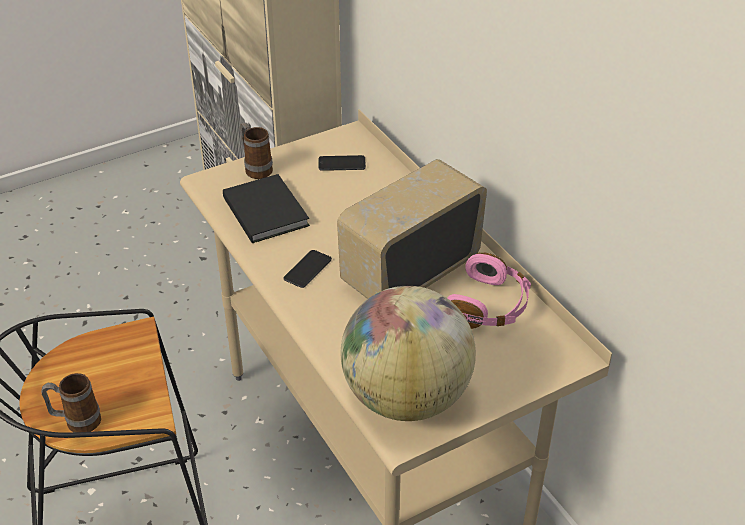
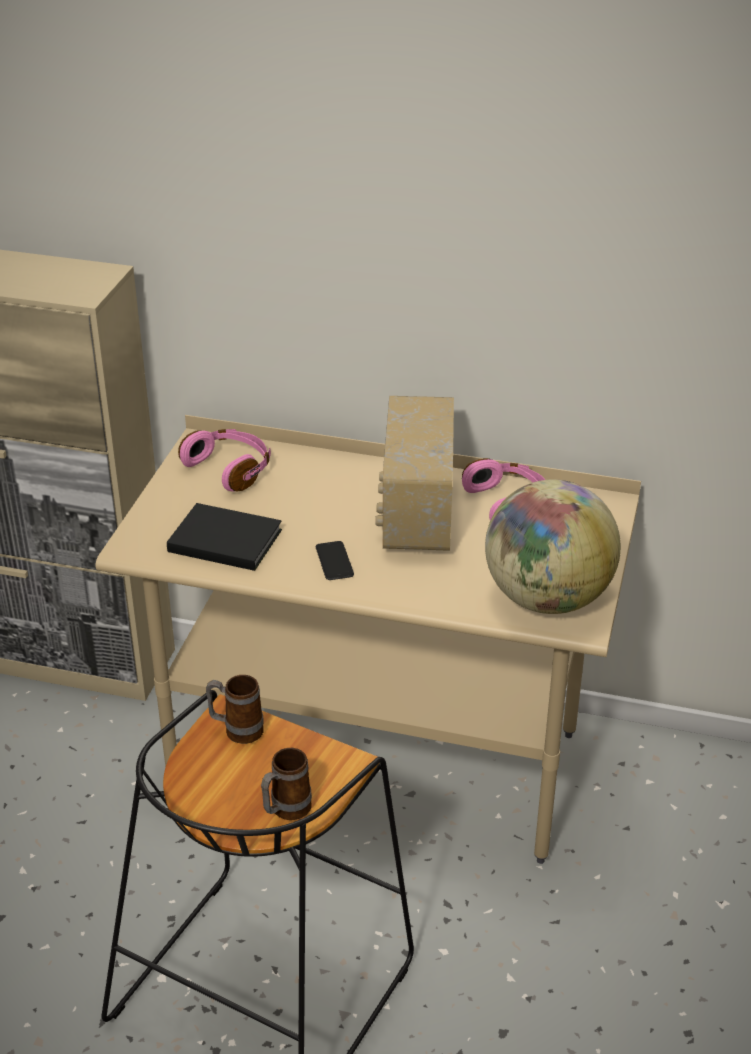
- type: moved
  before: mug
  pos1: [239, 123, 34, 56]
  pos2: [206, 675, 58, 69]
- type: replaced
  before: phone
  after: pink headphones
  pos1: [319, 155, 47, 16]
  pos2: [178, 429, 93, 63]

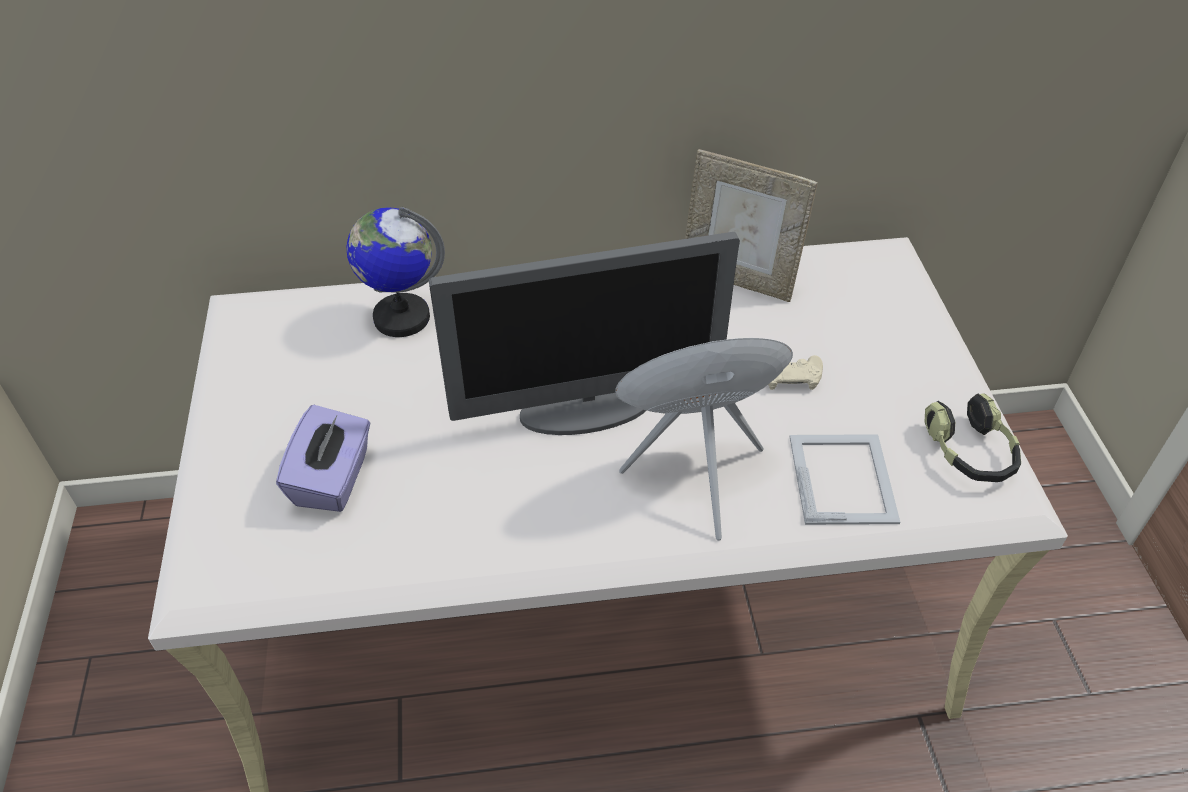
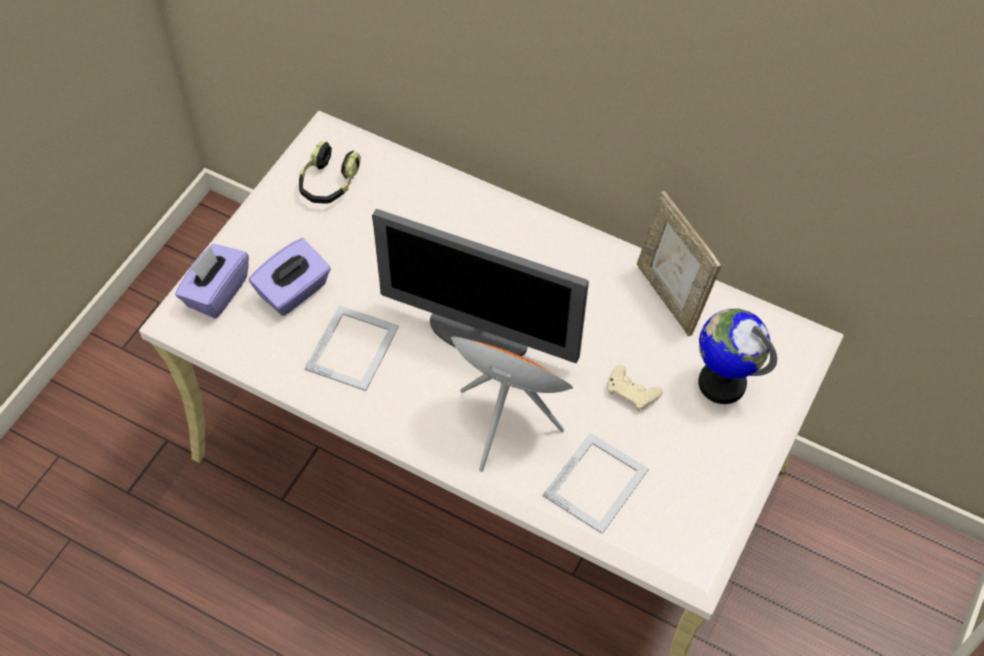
- type: moved
  before: globe
  pos1: [347, 207, 98, 130]
  pos2: [698, 308, 79, 96]
- type: moved
  before: headphones
  pos1: [925, 393, 96, 89]
  pos2: [299, 141, 62, 63]
- type: added
  after: purple tissue box
  pos2: [175, 244, 74, 75]
- type: added
  after: picture frame
  pos2: [304, 305, 95, 86]

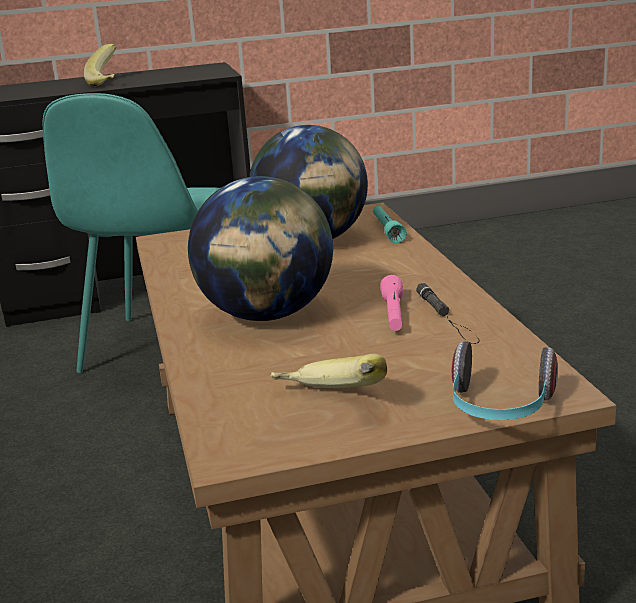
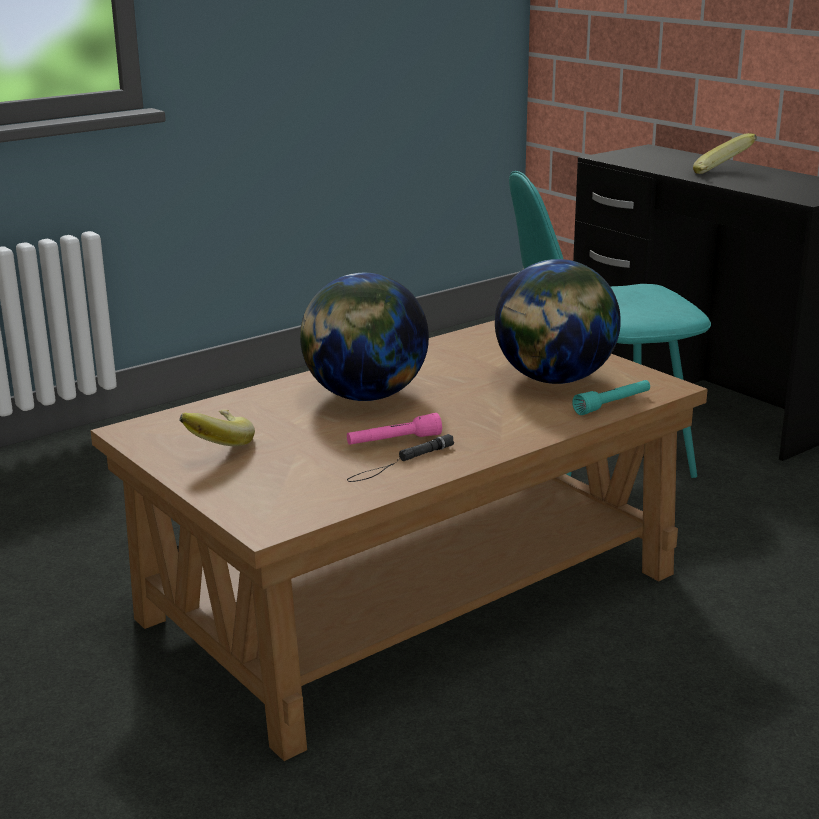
- type: removed
  before: headphones
  pos1: [452, 341, 106, 79]

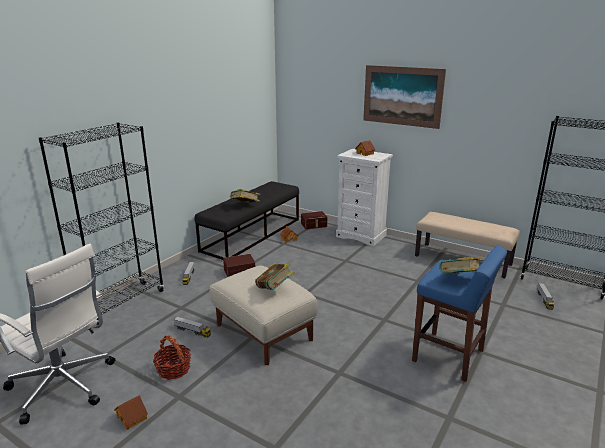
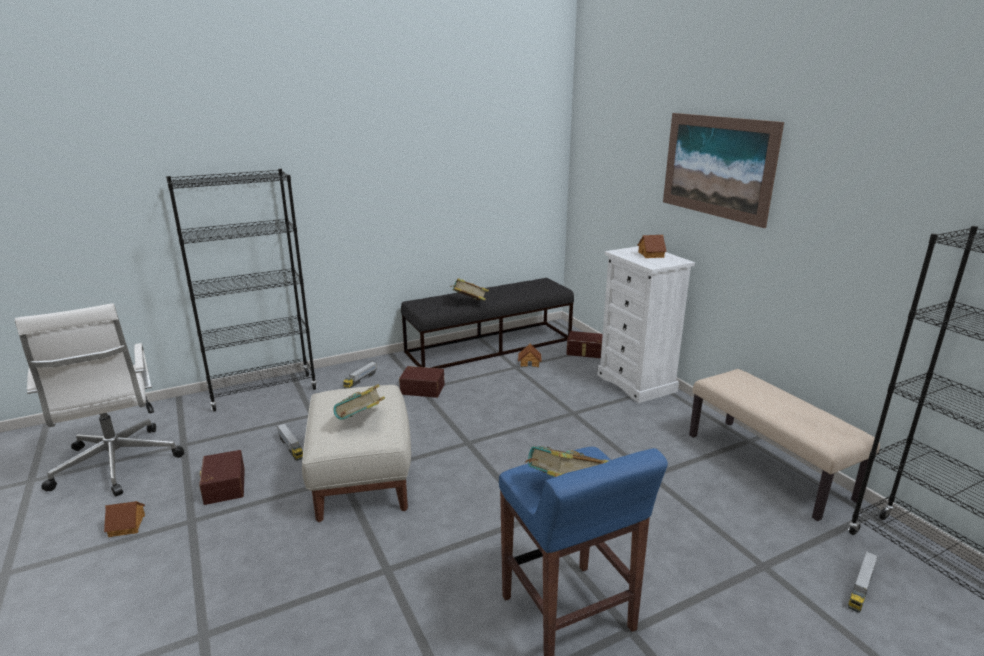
- type: replaced
  before: basket
  after: brown storage box
  pos1: [153, 335, 38, 45]
  pos2: [199, 450, 46, 55]

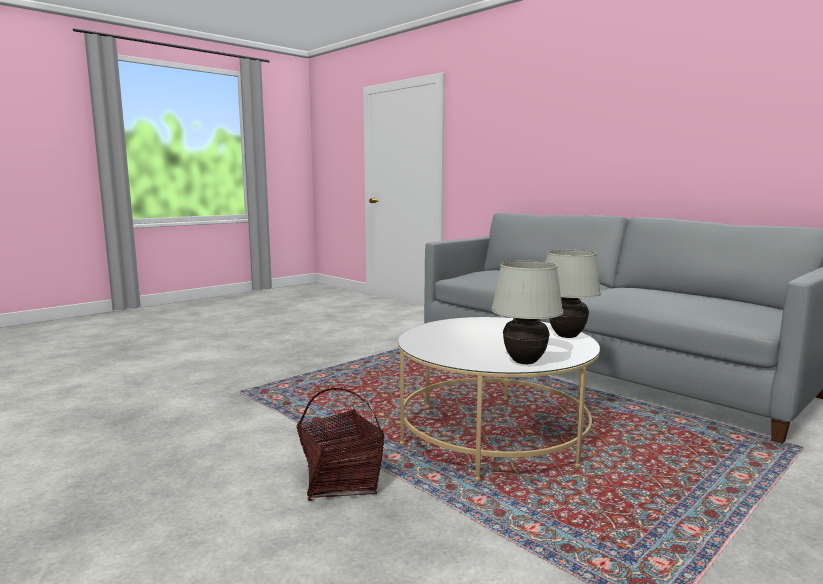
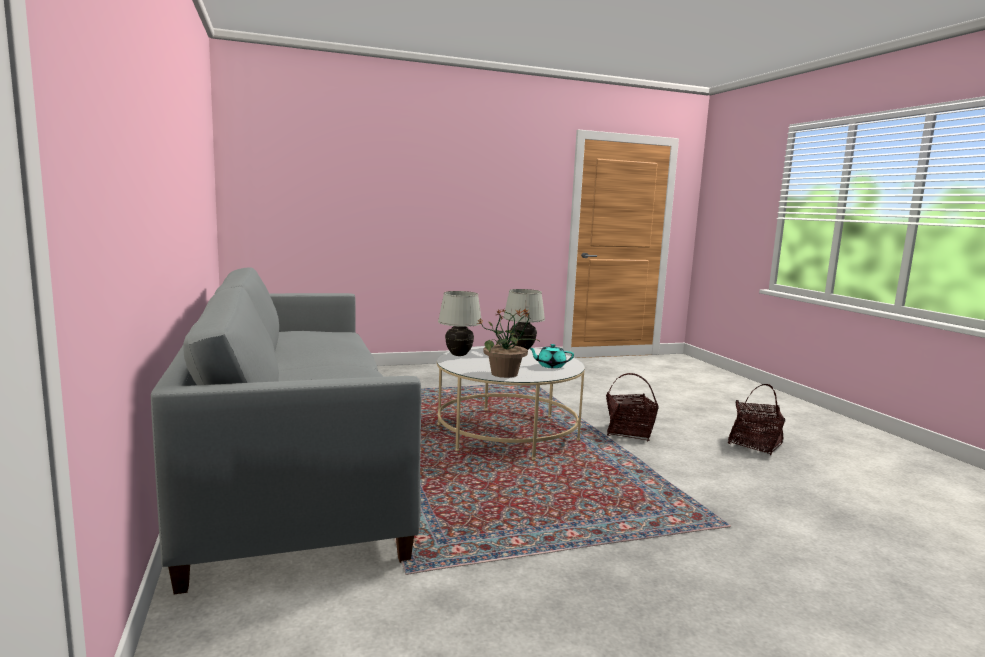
- type: added
  after: potted plant
  pos2: [477, 307, 62, 71]
- type: added
  after: turquoise teapot
  pos2: [529, 344, 45, 24]
- type: added
  after: basket
  pos2: [728, 384, 57, 71]

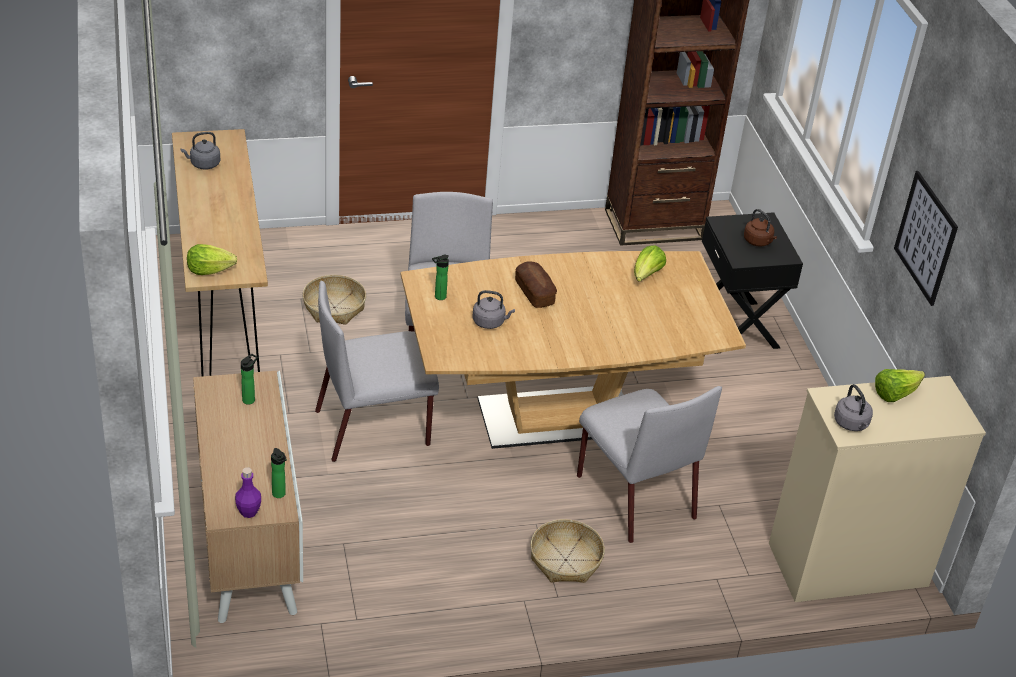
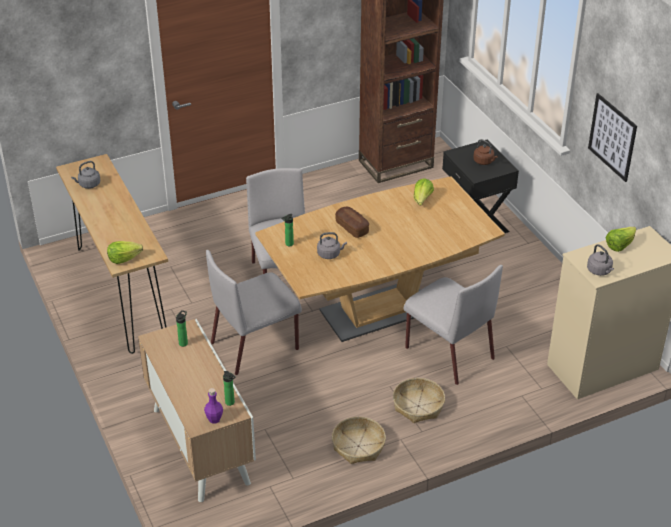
- type: moved
  before: basket
  pos1: [302, 275, 64, 50]
  pos2: [332, 417, 54, 47]

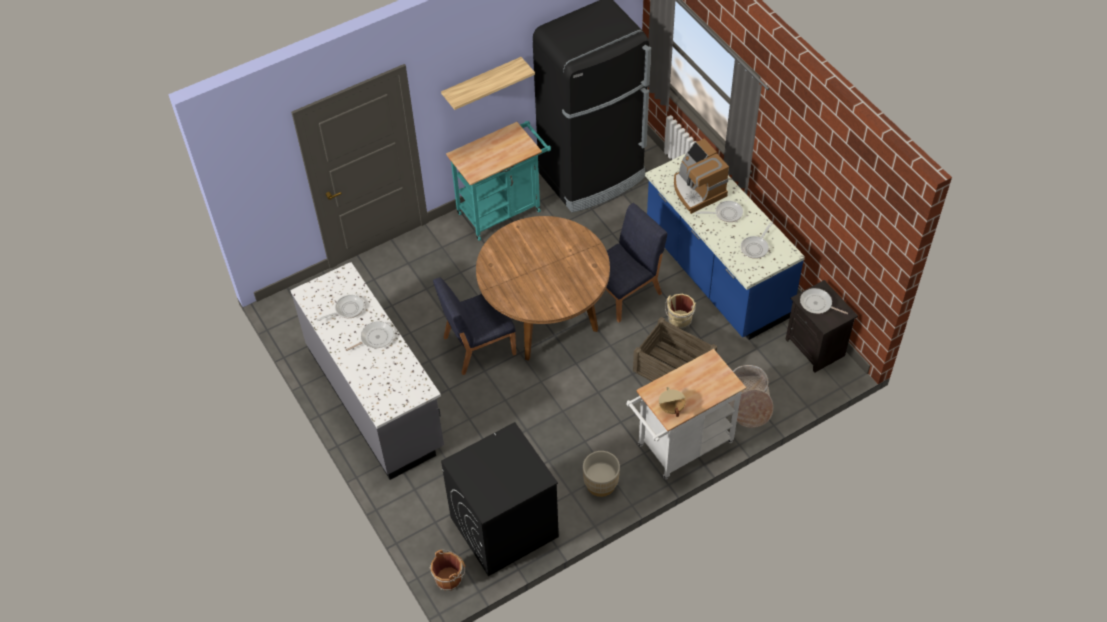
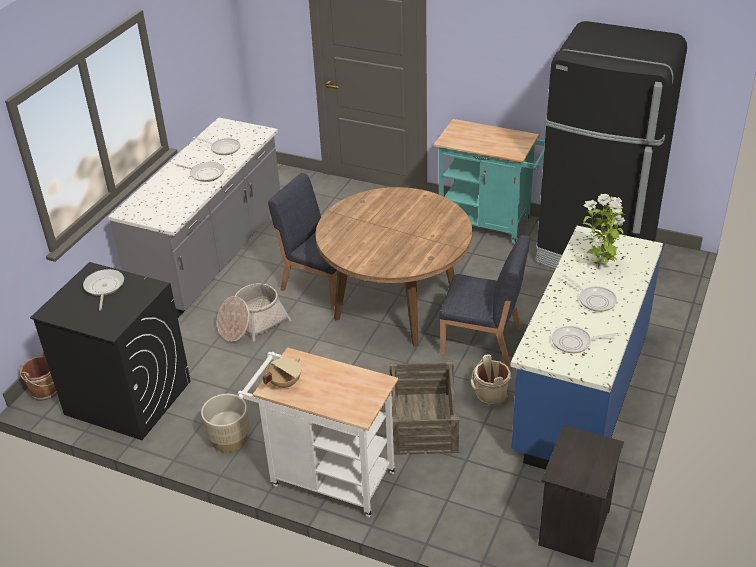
- type: removed
  before: shelf
  pos1: [441, 57, 94, 53]
- type: replaced
  before: coffee machine
  after: potted plant
  pos1: [674, 138, 55, 76]
  pos2: [582, 194, 43, 74]
- type: moved
  before: frying pan
  pos1: [800, 288, 48, 26]
  pos2: [83, 269, 41, 42]
- type: moved
  before: basket
  pos1: [729, 365, 44, 63]
  pos2: [217, 283, 75, 59]

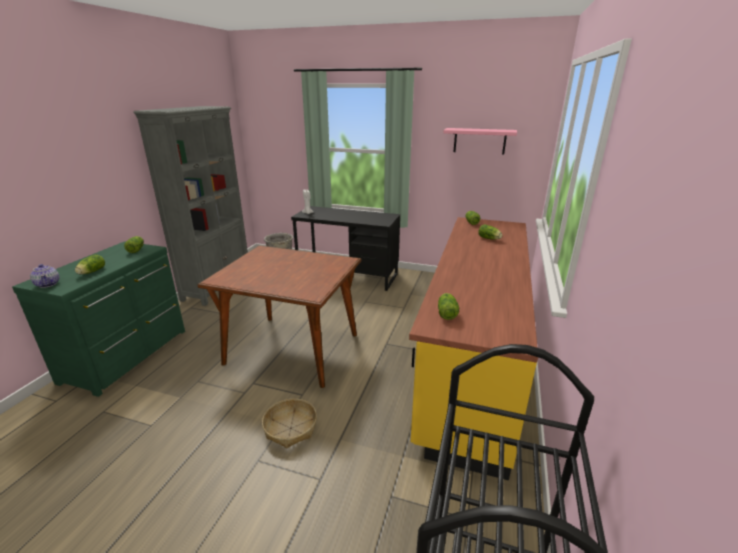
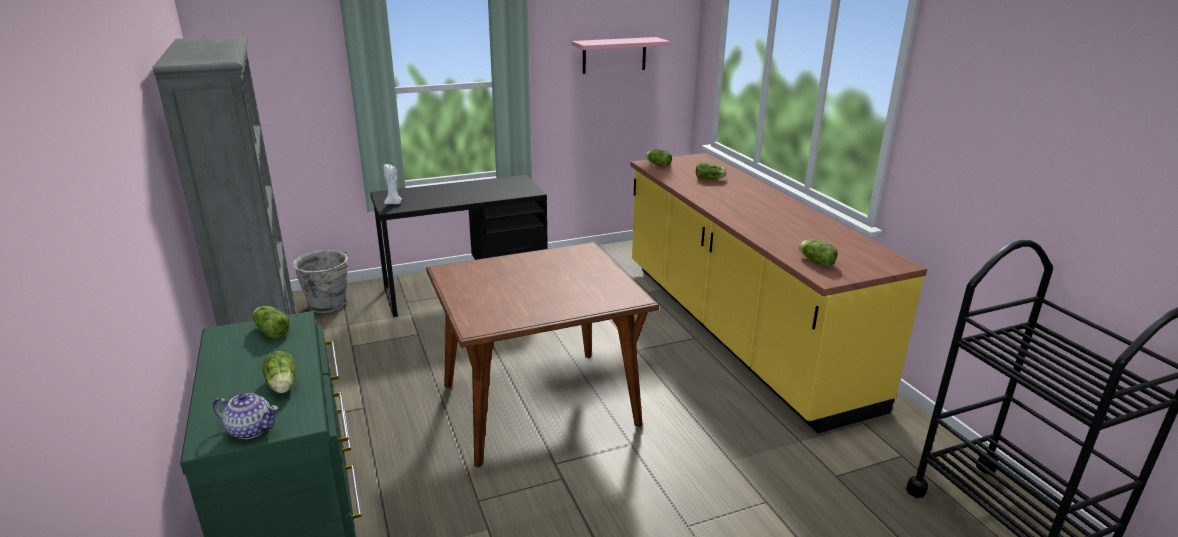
- type: removed
  before: basket
  pos1: [262, 399, 55, 49]

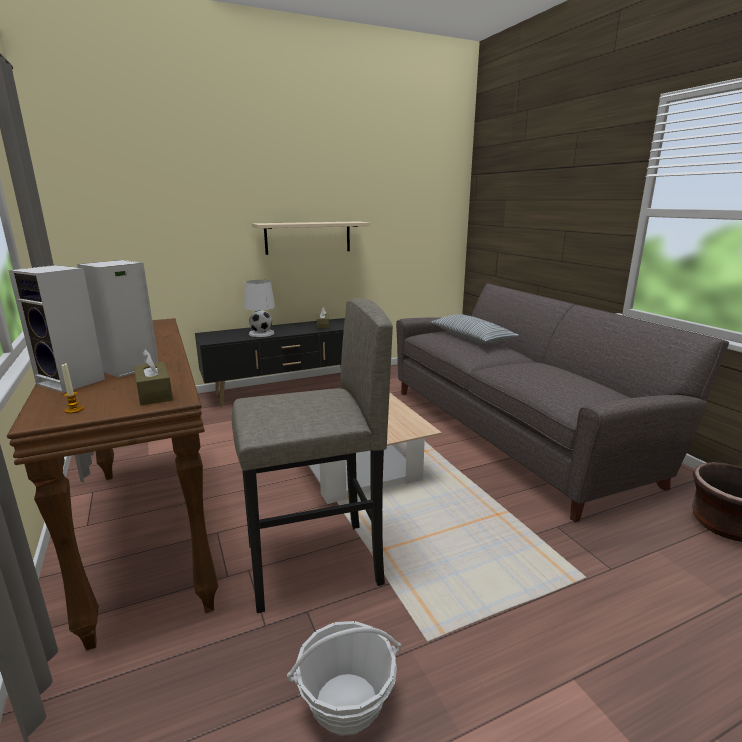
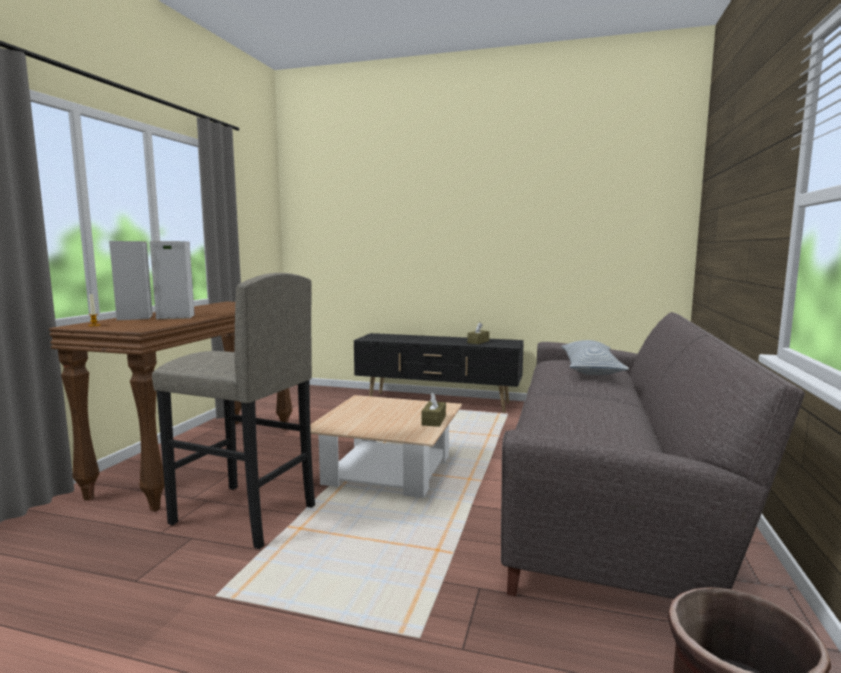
- type: removed
  before: beige shelf
  pos1: [252, 221, 118, 34]
- type: removed
  before: white table lamp
  pos1: [244, 280, 31, 57]
- type: moved
  before: brown tissue box
  pos1: [134, 349, 39, 56]
  pos2: [422, 392, 24, 35]
- type: removed
  before: basket
  pos1: [287, 621, 114, 115]

